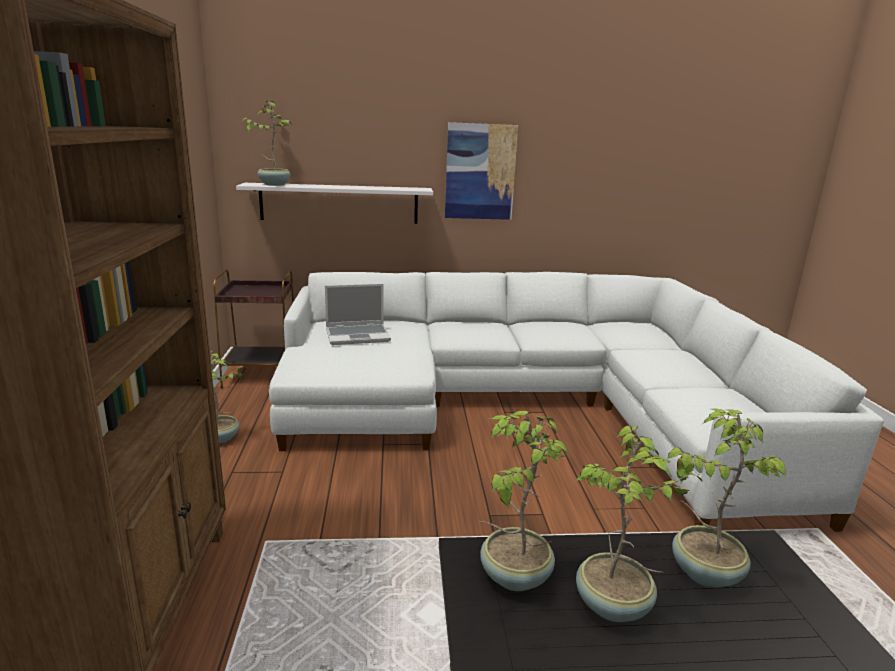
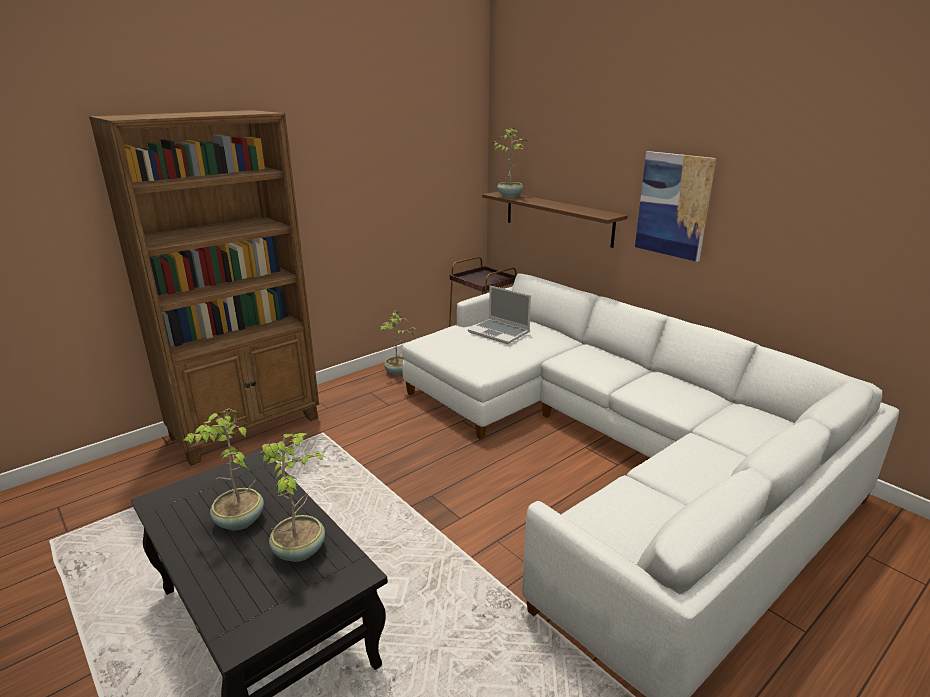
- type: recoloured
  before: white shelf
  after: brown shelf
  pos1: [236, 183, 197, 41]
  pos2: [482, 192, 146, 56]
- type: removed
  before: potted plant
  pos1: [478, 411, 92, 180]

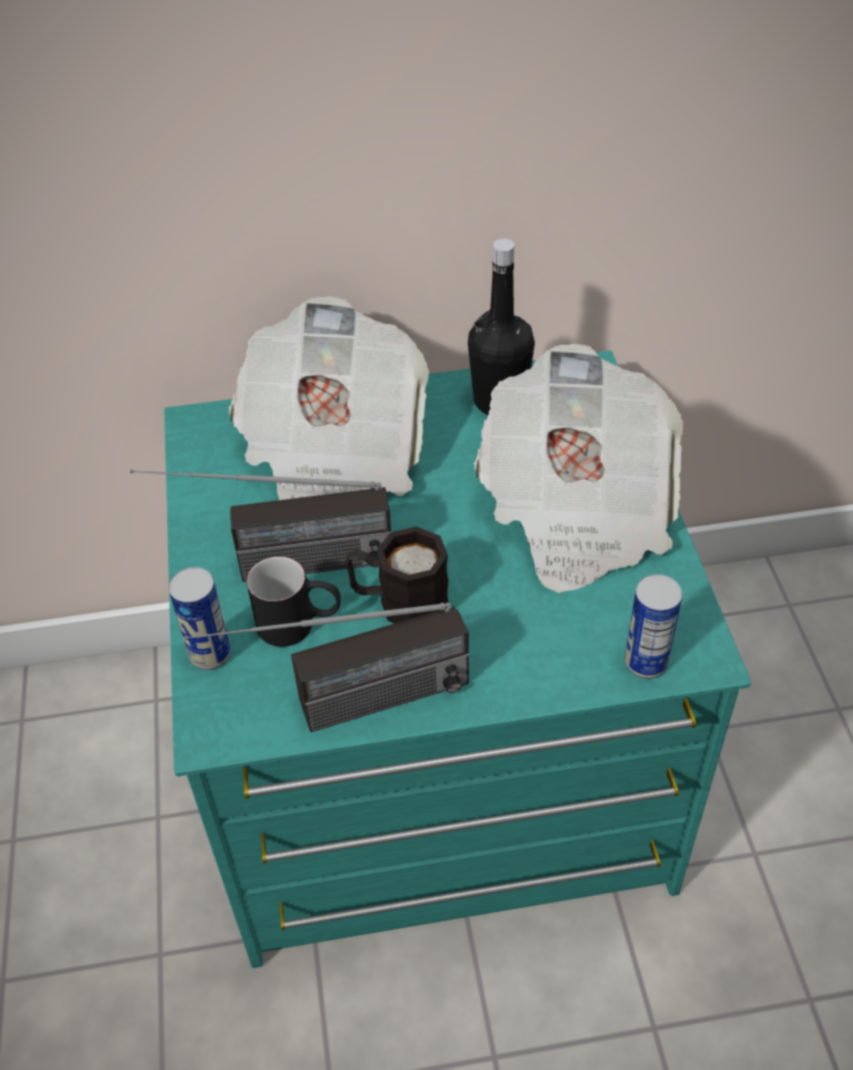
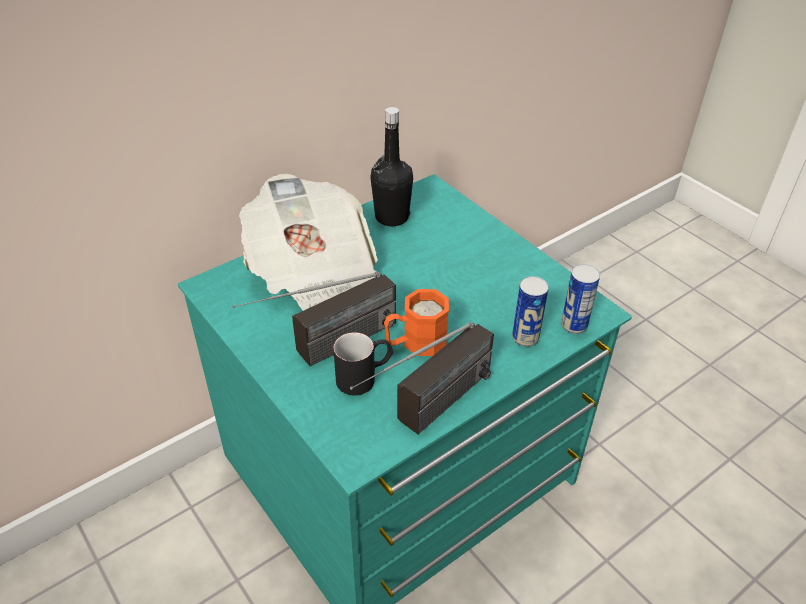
- type: removed
  before: newspaper
  pos1: [474, 344, 209, 249]
- type: recoloured
  before: black mug
  after: orange mug
  pos1: [346, 526, 103, 98]
  pos2: [384, 289, 65, 67]
- type: moved
  before: can
  pos1: [168, 567, 63, 103]
  pos2: [512, 276, 37, 71]

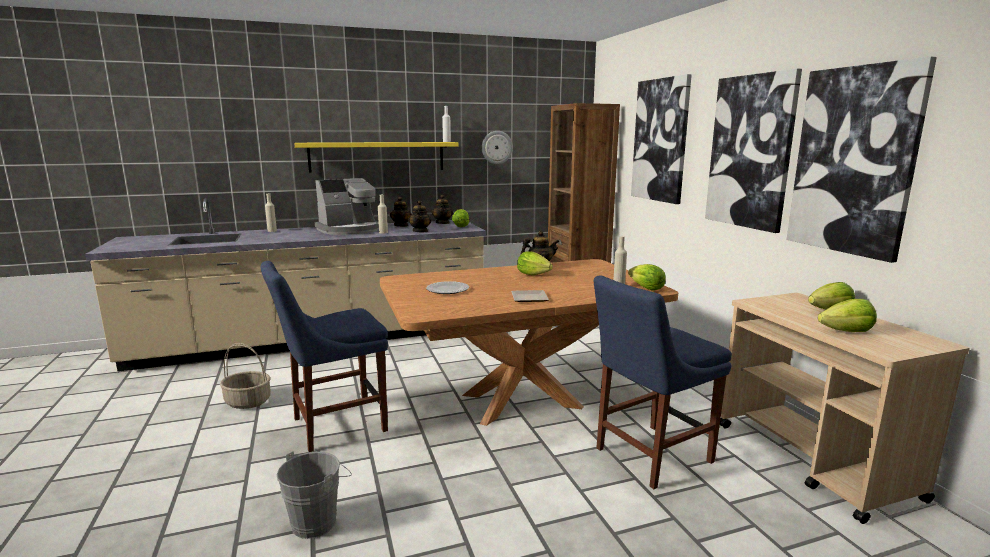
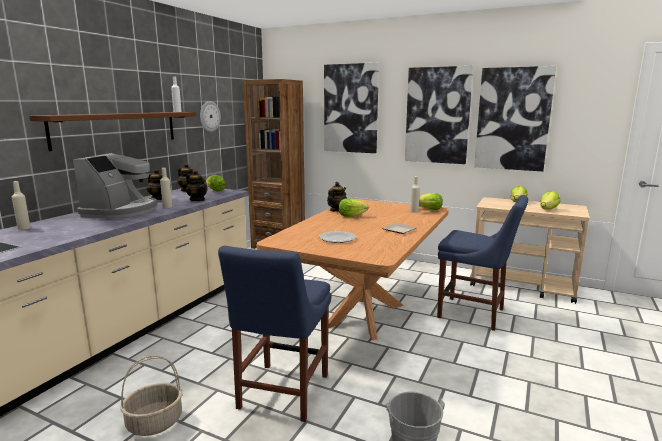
- type: recoloured
  before: yellow shelf
  after: brown shelf
  pos1: [294, 142, 164, 31]
  pos2: [29, 112, 167, 39]
- type: turned
  before: blue chair
  pos1: [594, 275, 138, 214]
  pos2: [437, 195, 91, 136]
  turn: -75

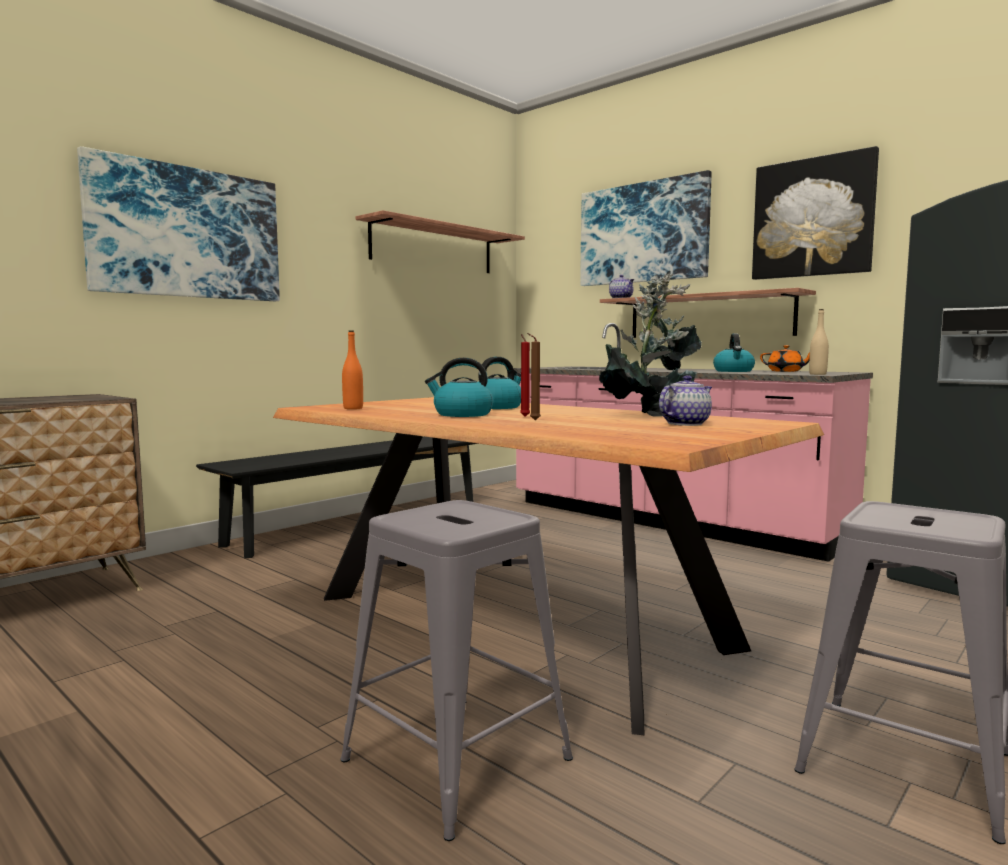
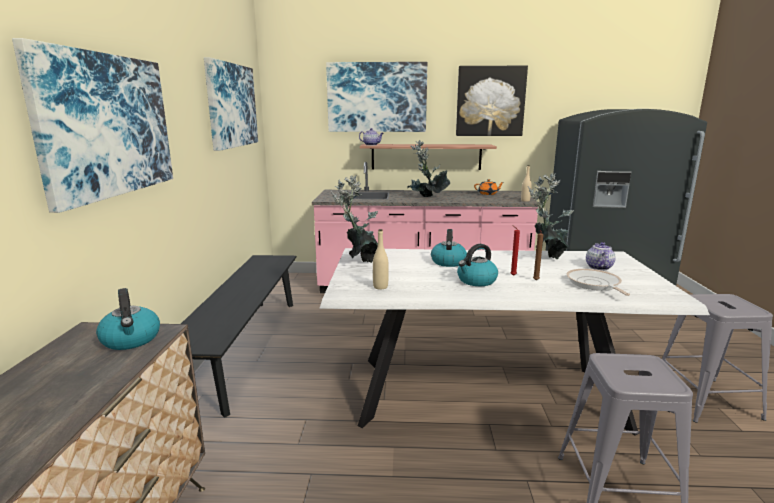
- type: replaced
  before: shelf
  after: picture
  pos1: [355, 210, 170, 63]
  pos2: [204, 57, 54, 94]
- type: recoloured
  before: orange bottle
  after: beige bottle
  pos1: [342, 330, 21, 79]
  pos2: [373, 229, 16, 60]
- type: moved
  before: kettle
  pos1: [713, 333, 42, 39]
  pos2: [96, 288, 64, 62]
- type: recoloured
  before: brown dining table
  after: white dining table
  pos1: [273, 397, 551, 338]
  pos2: [320, 248, 390, 188]
- type: added
  after: potted plant
  pos2: [331, 175, 47, 88]
- type: added
  after: frying pan
  pos2: [567, 269, 63, 27]

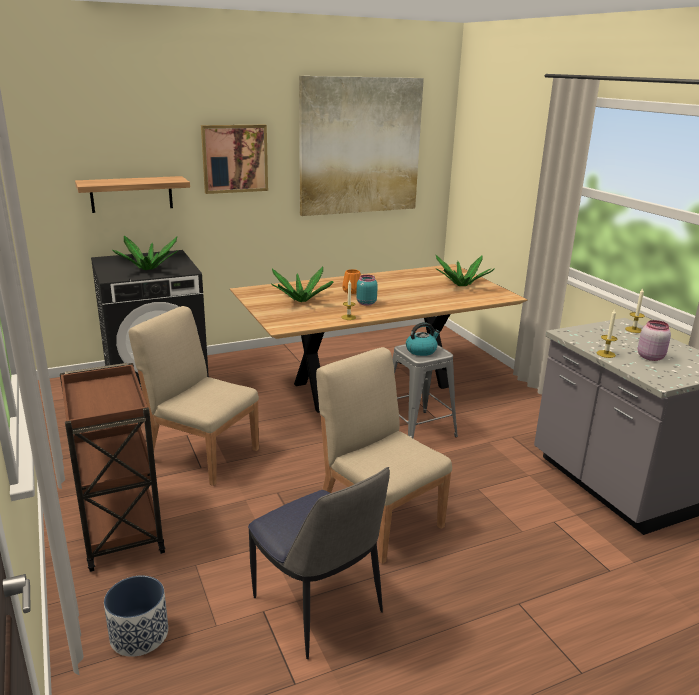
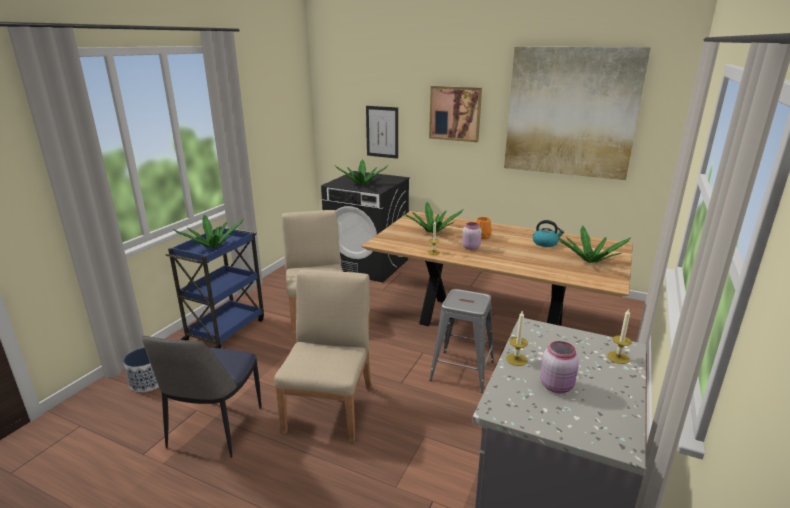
- type: replaced
  before: shelf
  after: picture
  pos1: [75, 176, 115, 37]
  pos2: [366, 106, 32, 53]
- type: recoloured
  before: turquoise jar
  after: pink jar
  pos1: [356, 275, 22, 31]
  pos2: [462, 222, 20, 28]
- type: moved
  before: kettle
  pos1: [406, 322, 34, 34]
  pos2: [533, 220, 31, 27]
- type: recoloured
  before: brown cart
  after: blue cart
  pos1: [60, 363, 105, 209]
  pos2: [165, 226, 99, 123]
- type: added
  after: potted plant
  pos2: [173, 214, 71, 34]

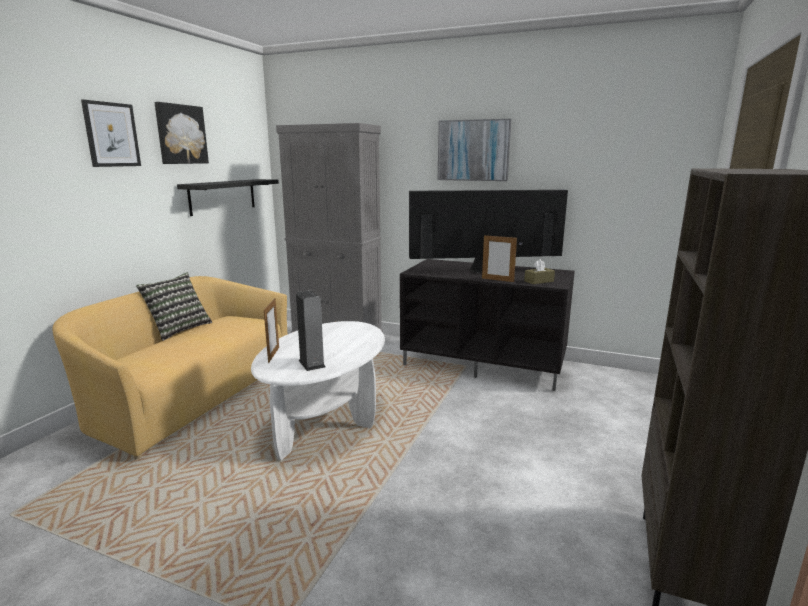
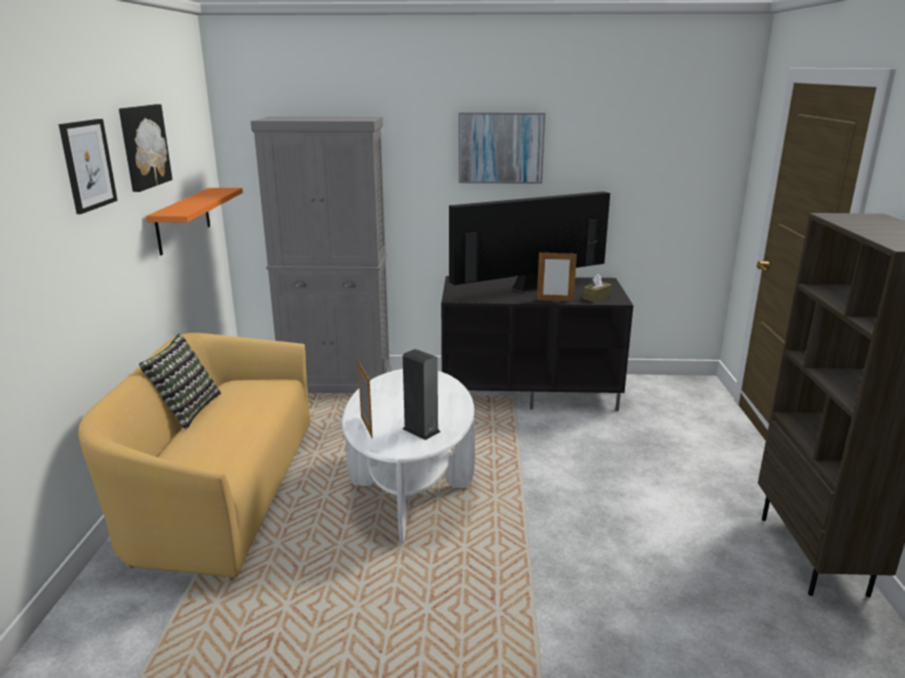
- type: recoloured
  before: black shelf
  after: orange shelf
  pos1: [177, 179, 102, 37]
  pos2: [146, 188, 97, 67]

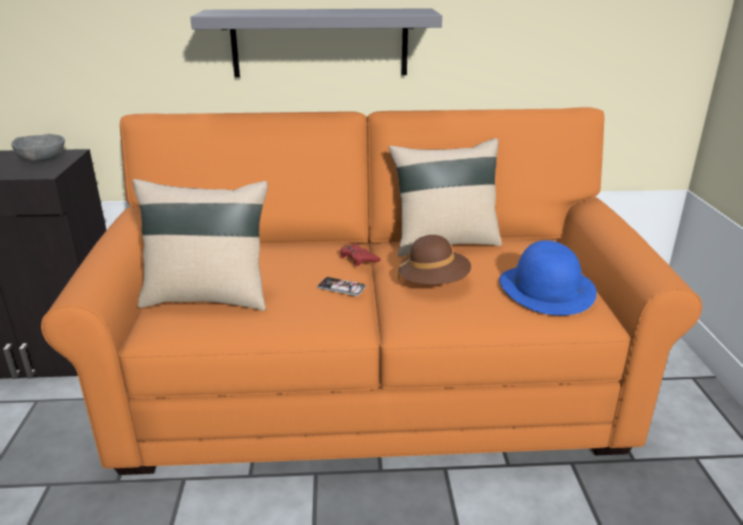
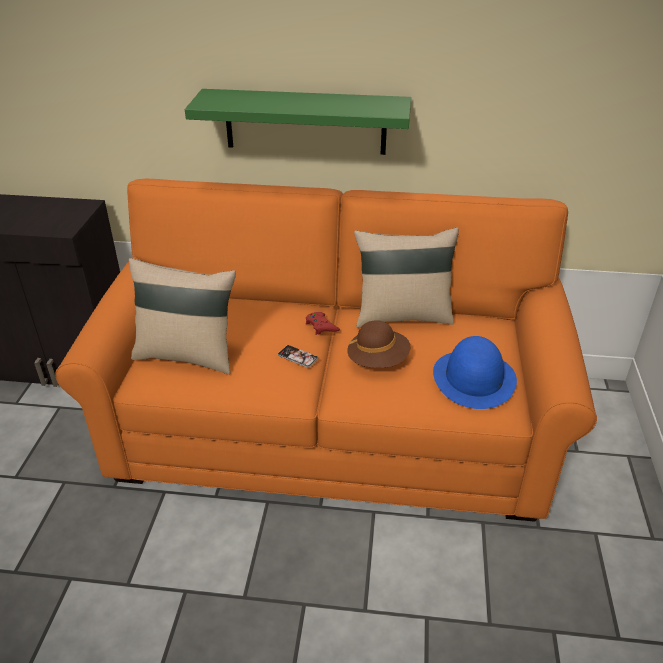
- type: recoloured
  before: grey shelf
  after: green shelf
  pos1: [190, 8, 252, 69]
  pos2: [185, 89, 226, 66]
- type: removed
  before: grey bowl
  pos1: [11, 134, 54, 27]

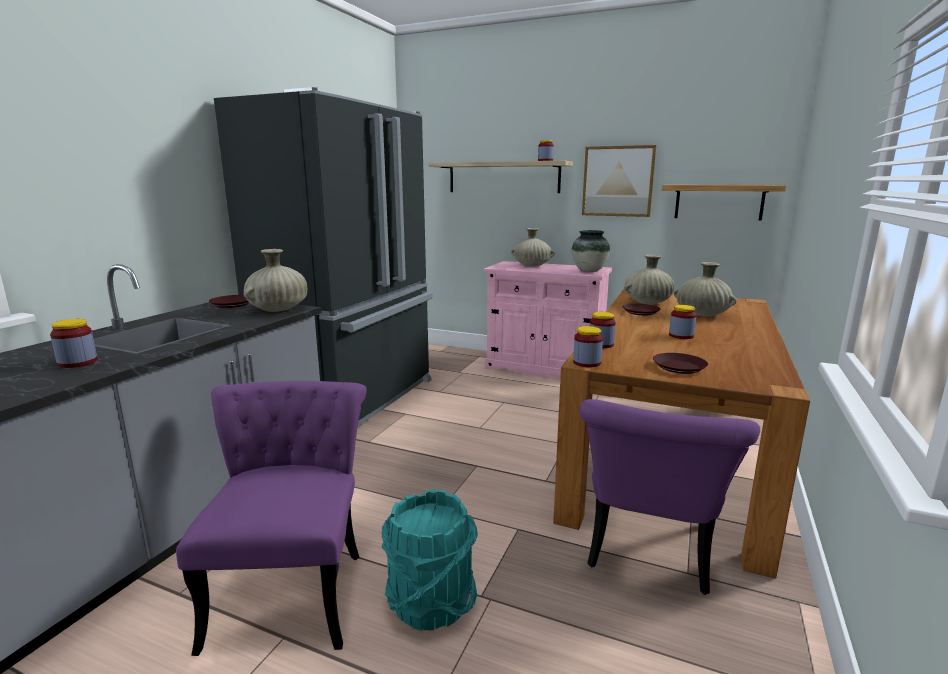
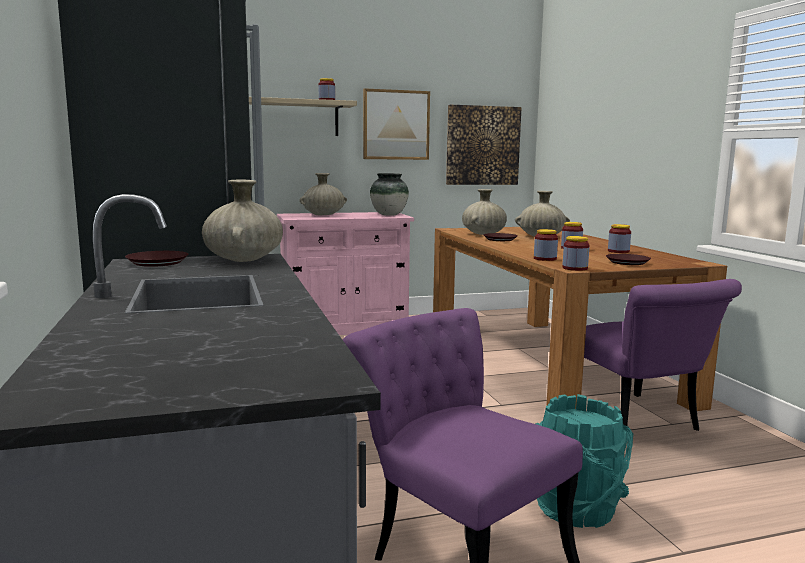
- type: replaced
  before: shelf
  after: picture
  pos1: [662, 185, 124, 35]
  pos2: [446, 105, 76, 80]
- type: moved
  before: jar
  pos1: [50, 319, 47, 49]
  pos2: [608, 224, 23, 29]

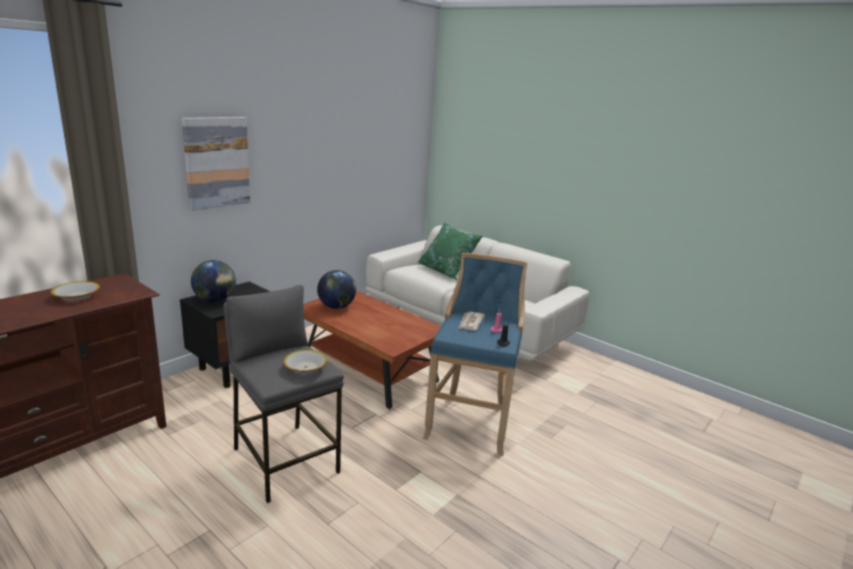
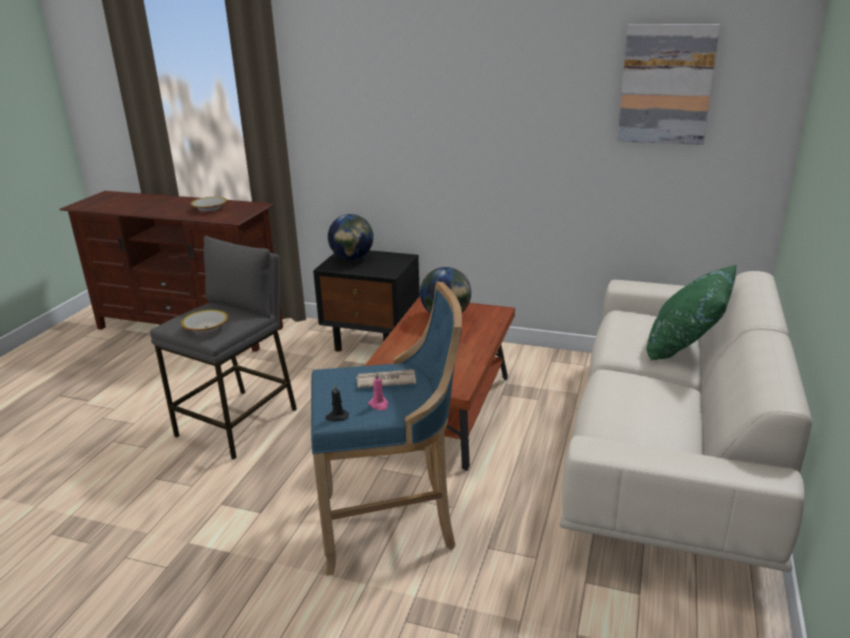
- type: moved
  before: picture
  pos1: [182, 117, 68, 94]
  pos2: [617, 24, 103, 121]

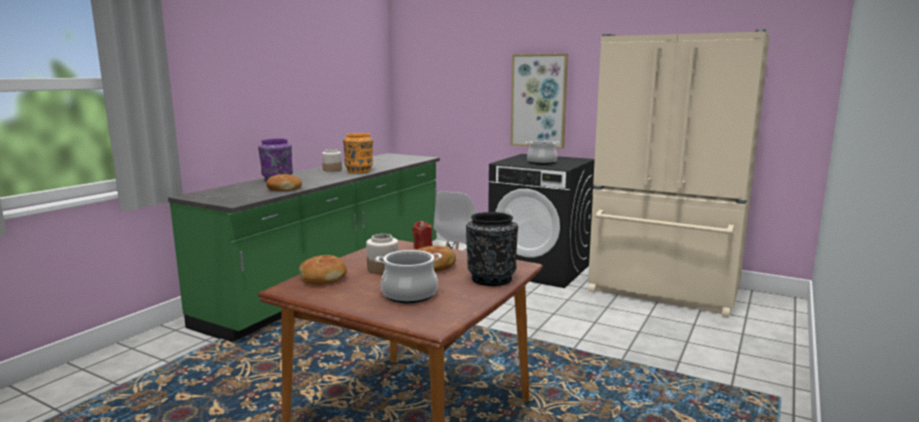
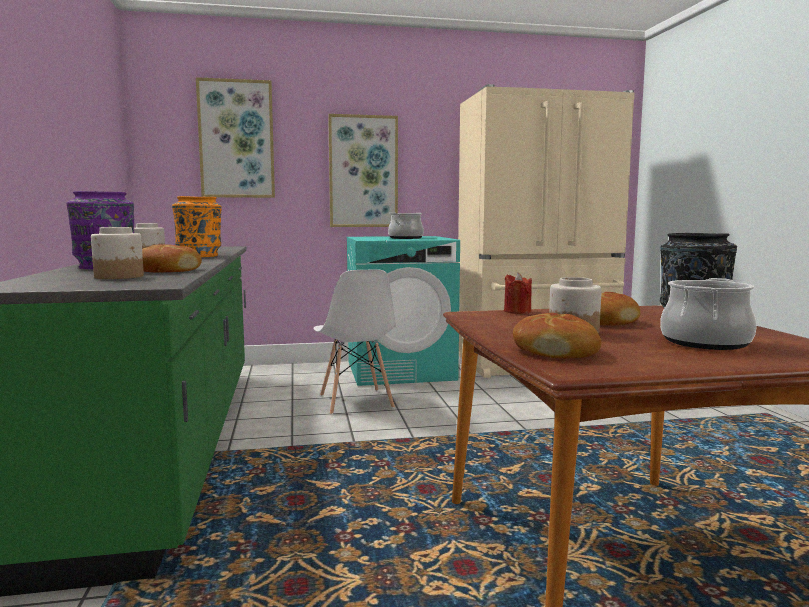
- type: recoloured
  before: black washing machine
  after: turquoise washing machine
  pos1: [488, 154, 107, 134]
  pos2: [347, 236, 113, 150]
- type: added
  after: picture
  pos2: [196, 77, 79, 121]
- type: added
  after: jar
  pos2: [91, 227, 53, 52]

